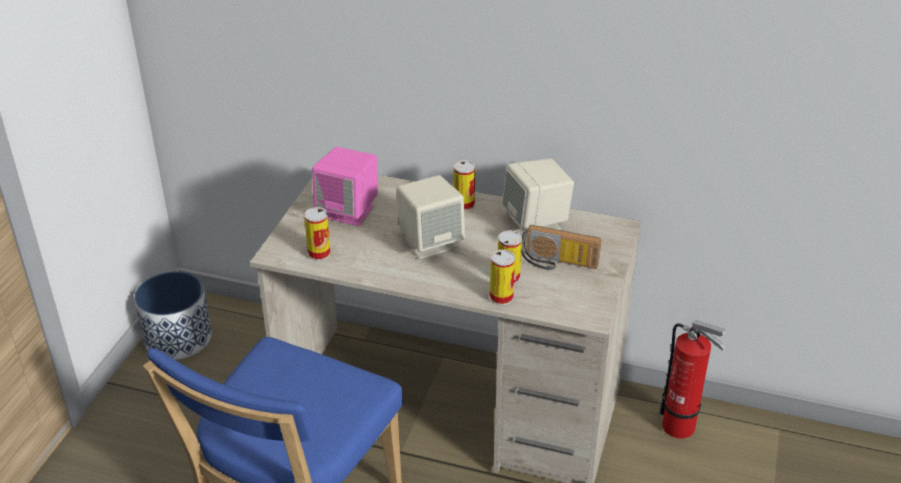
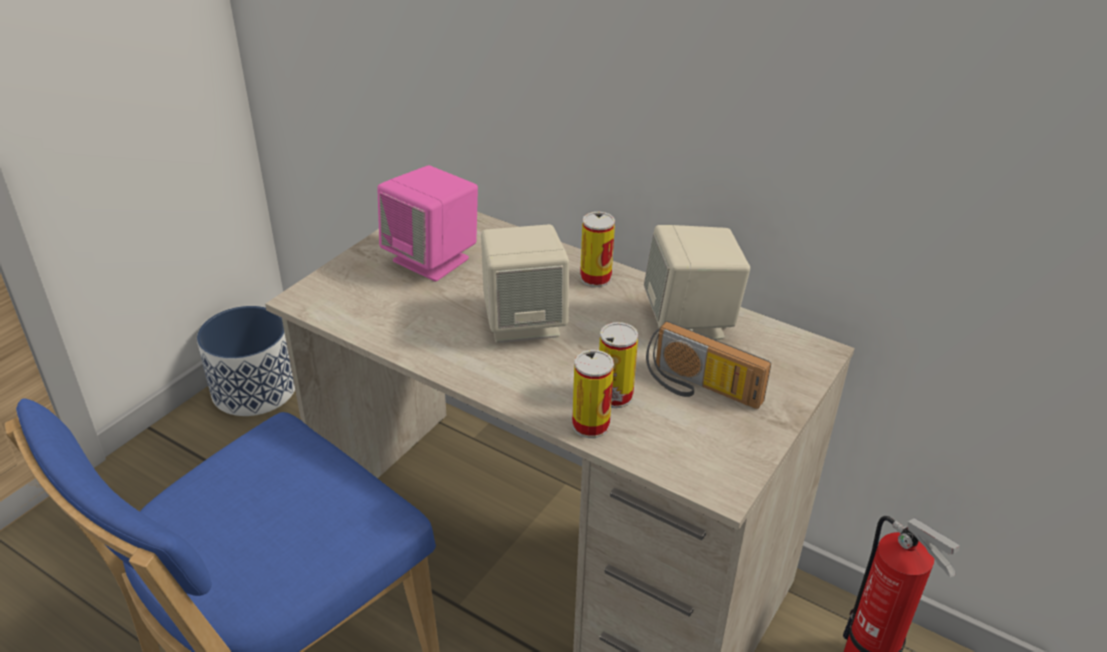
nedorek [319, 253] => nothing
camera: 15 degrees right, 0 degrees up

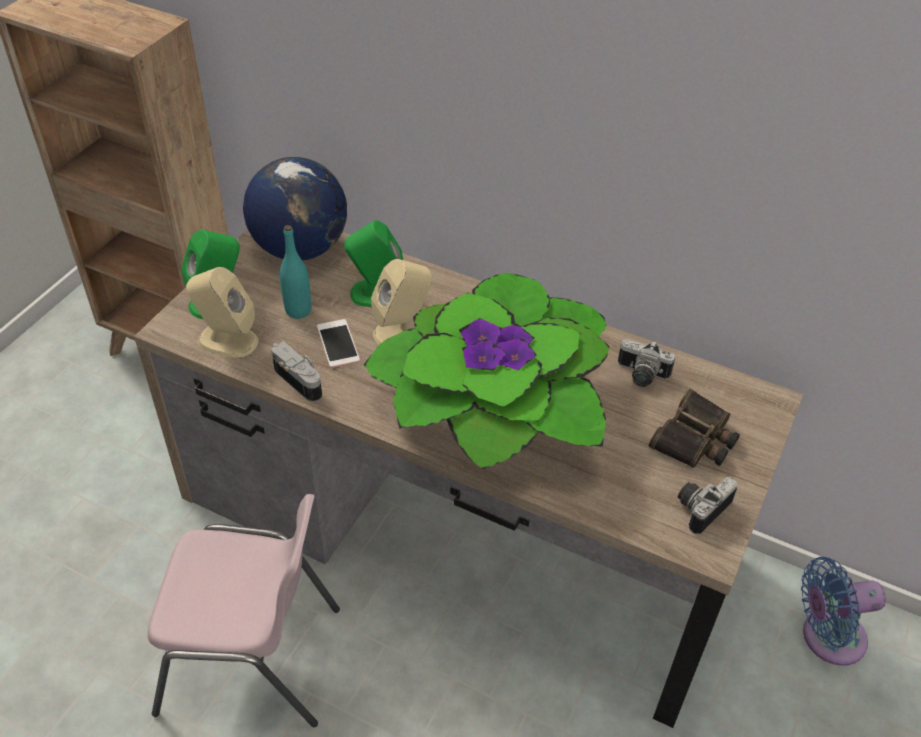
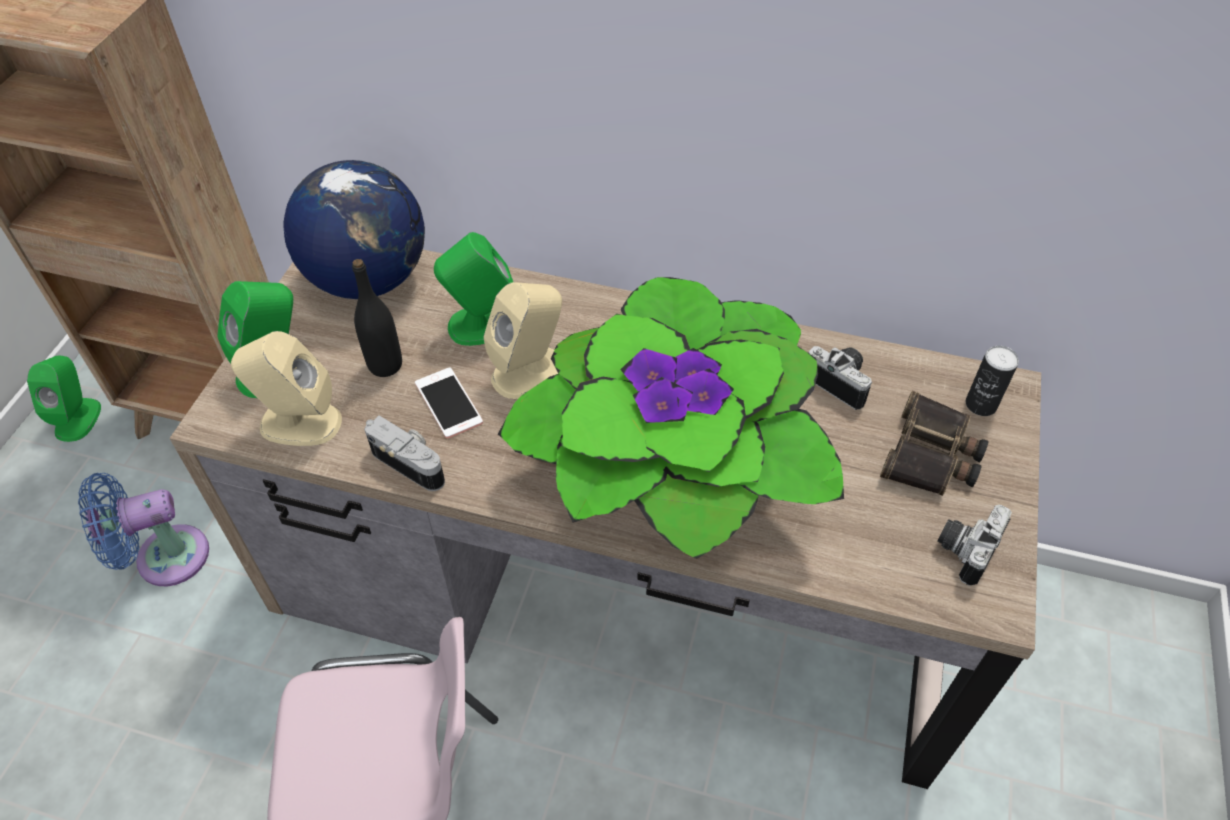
nothing => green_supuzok [78, 418]
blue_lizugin [827, 637] => blue_lizugin [164, 558], shifted
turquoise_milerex [298, 310] => black_milerex [385, 365]
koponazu [640, 376] => koponazu [841, 381], 150 degrees counterclockwise
nothing => nedorek [981, 404]
camera: 10 degrees left, 5 degrees up

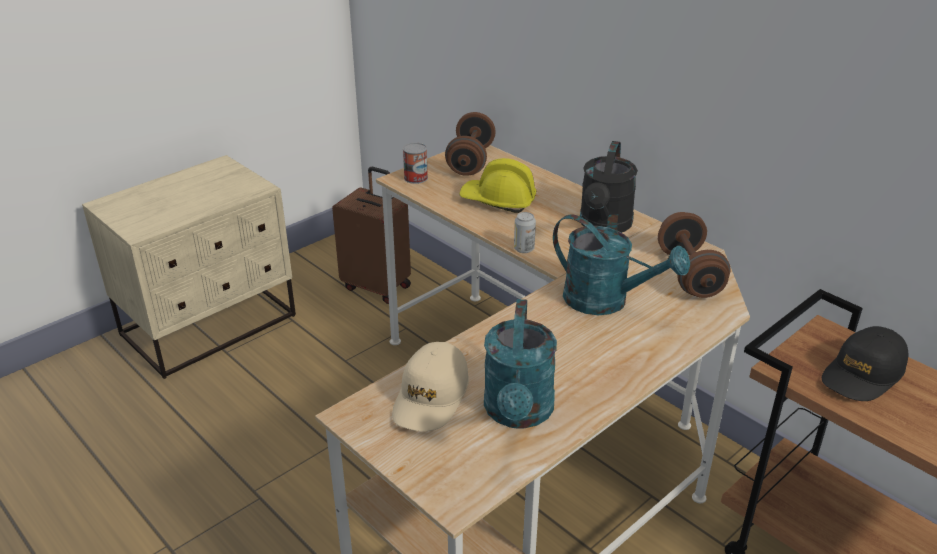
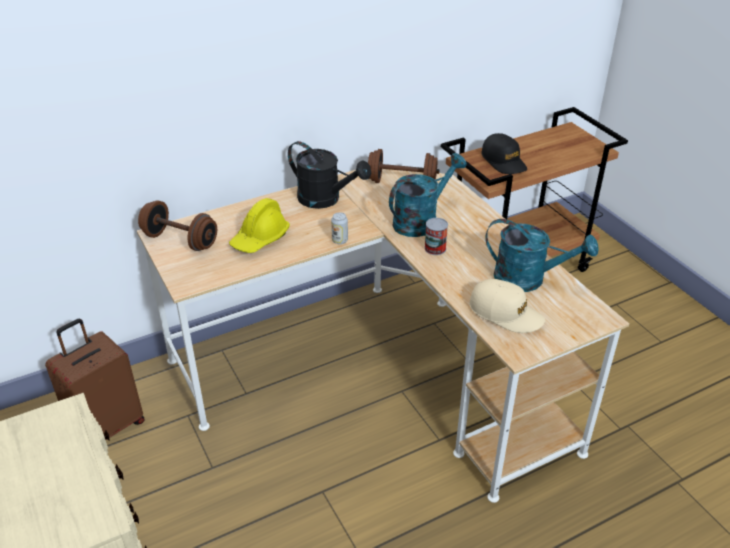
nedorek [415, 178] => nedorek [435, 248], shifted
camera: 75 degrees left, 5 degrees up

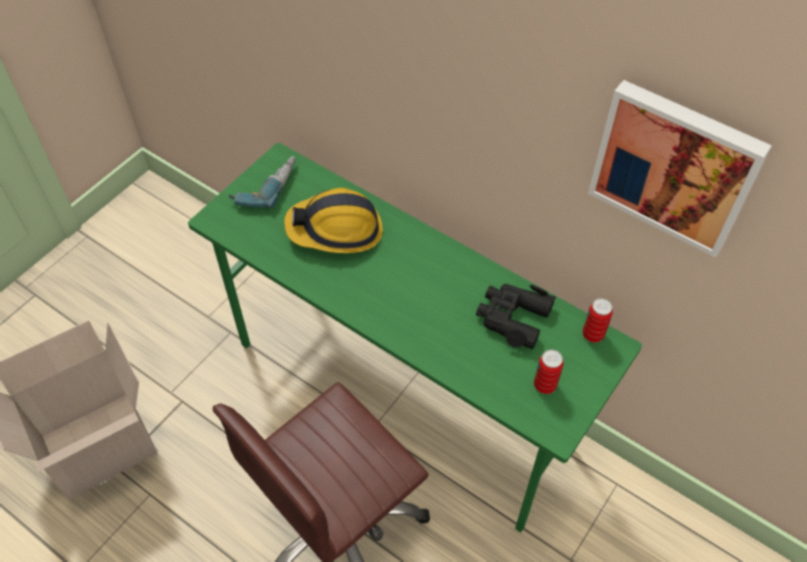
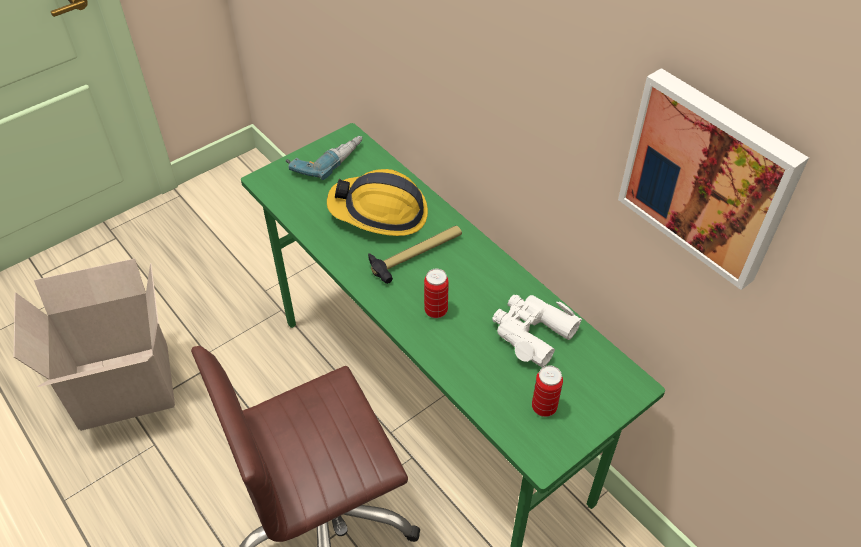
nothing => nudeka [416, 254]
nedorek [593, 334] => nedorek [436, 311], shifted
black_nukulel [512, 318] => white_nukulel [531, 332]
camera: 15 degrees right, 5 degrees down

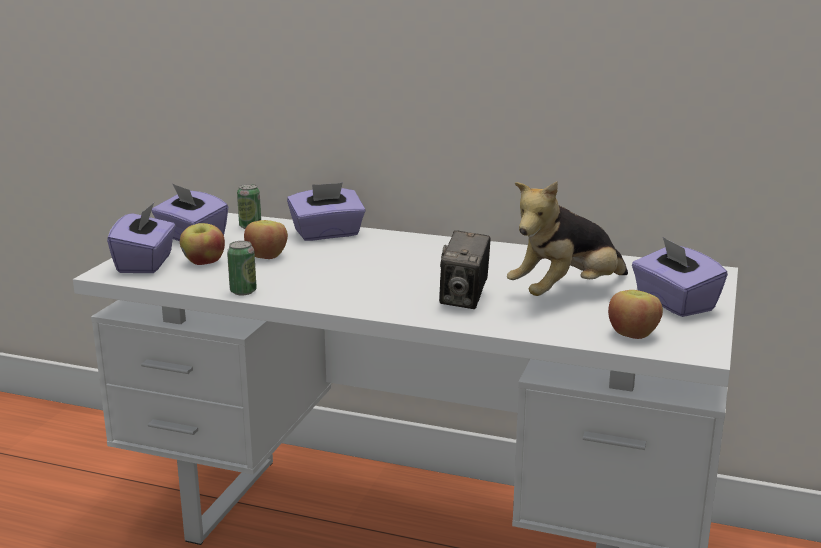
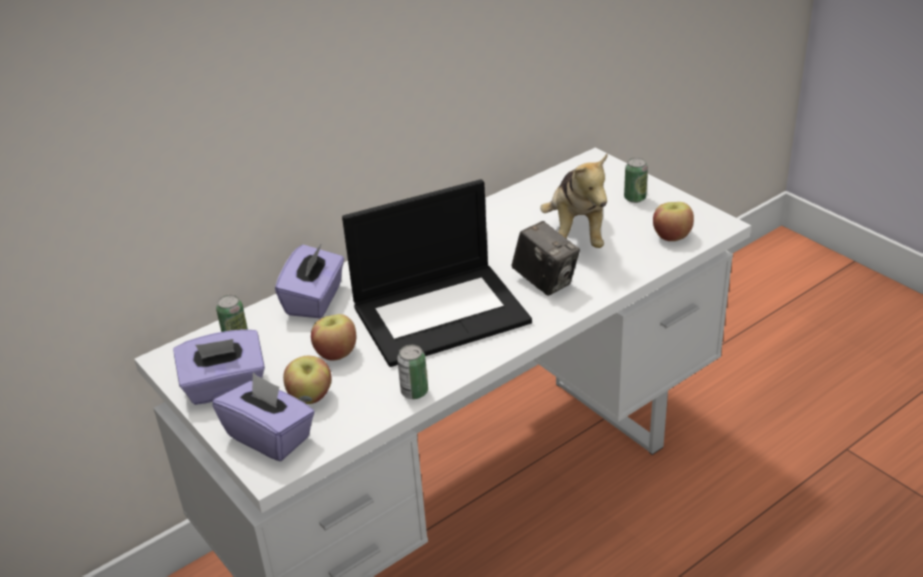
nothing => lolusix [442, 313]
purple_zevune [674, 303] => nedorek [634, 198]
camera: 55 degrees left, 15 degrees up

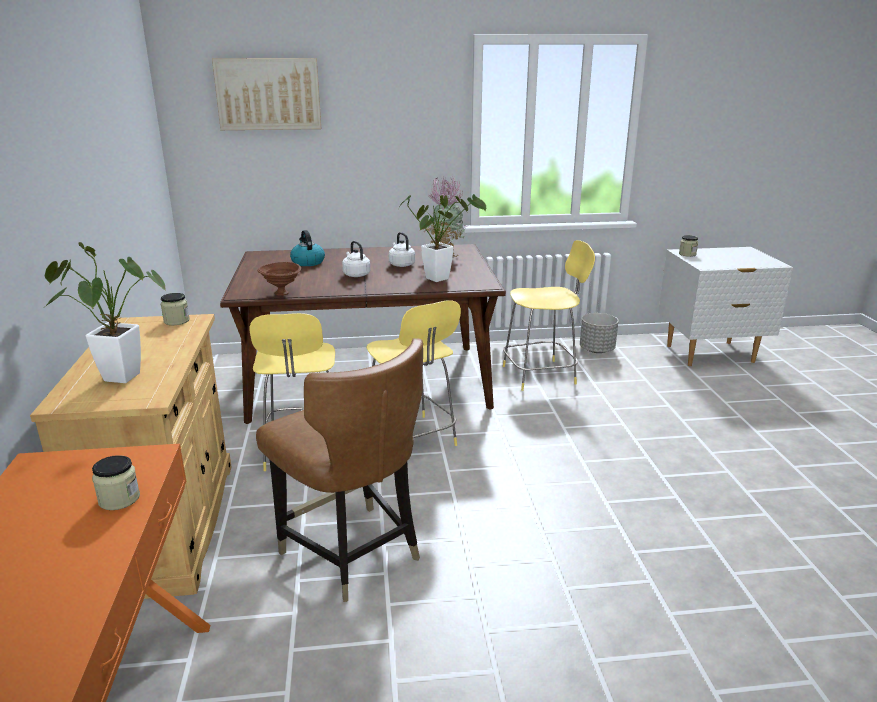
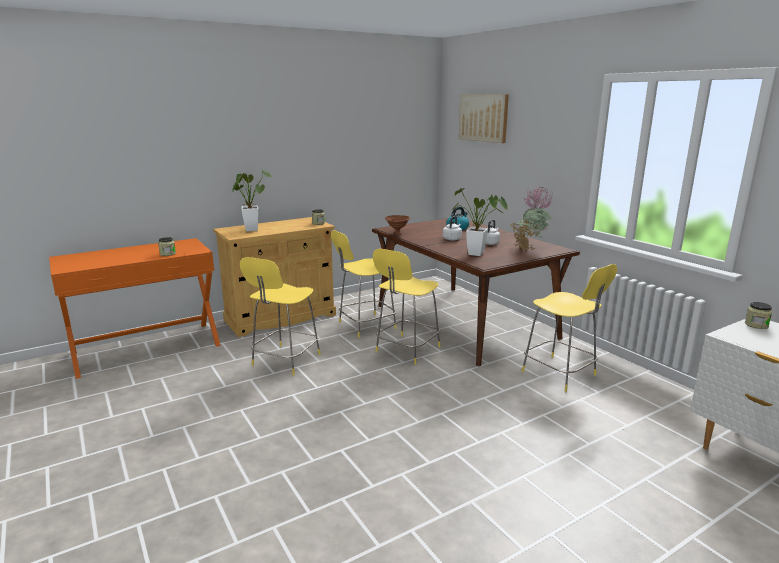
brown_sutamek [352, 553] => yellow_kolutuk [285, 361]
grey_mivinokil [597, 350] => nothing
camera: 65 degrees right, 5 degrees down

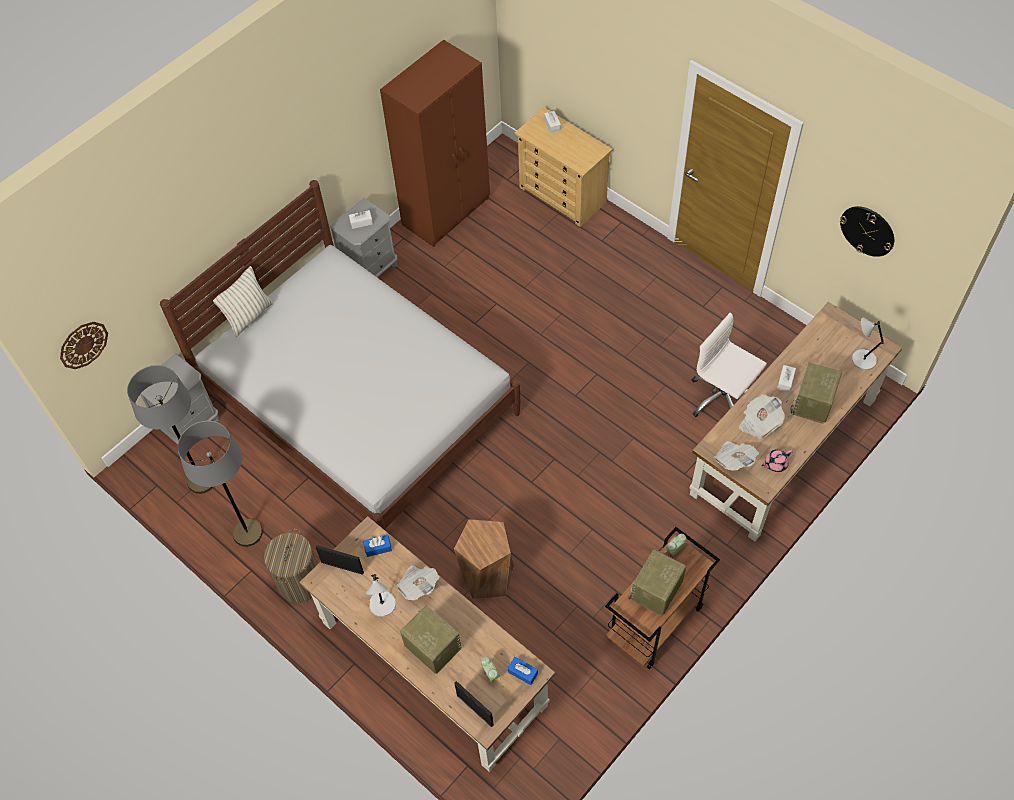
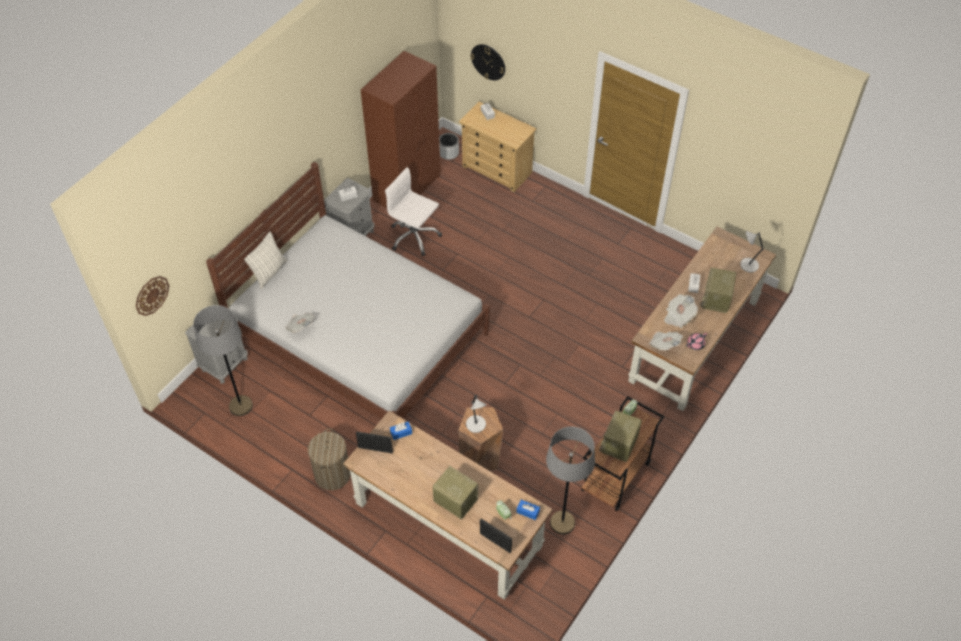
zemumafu [418, 586] => zemumafu [300, 326], shifted
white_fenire [722, 398] => white_fenire [414, 237], shifted
nothing => grey_mivinokil [449, 153]
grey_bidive [383, 605] => grey_bidive [476, 425], shifted
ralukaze [867, 230] => ralukaze [488, 62], shifted
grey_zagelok [247, 533] => grey_zagelok [562, 523], shifted
camera: 10 degrees left, 5 degrees down

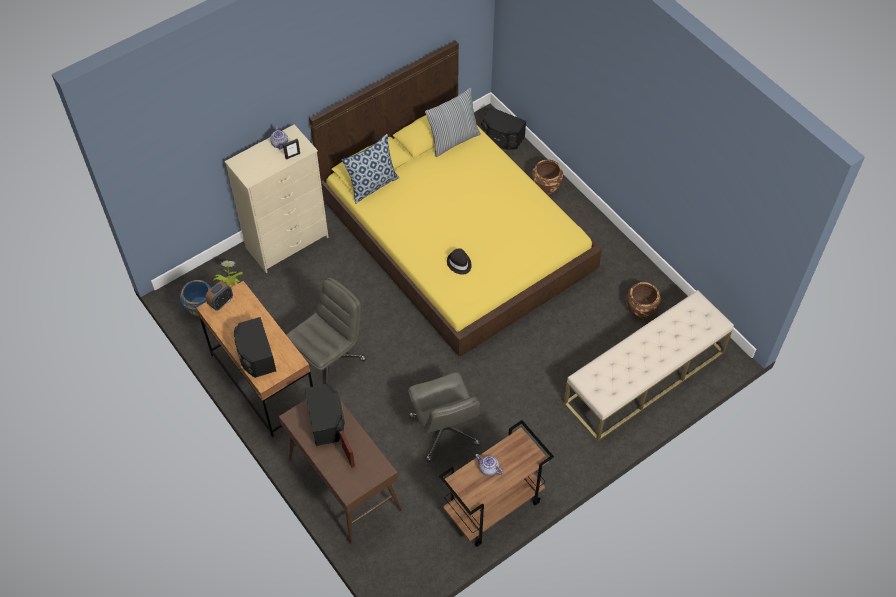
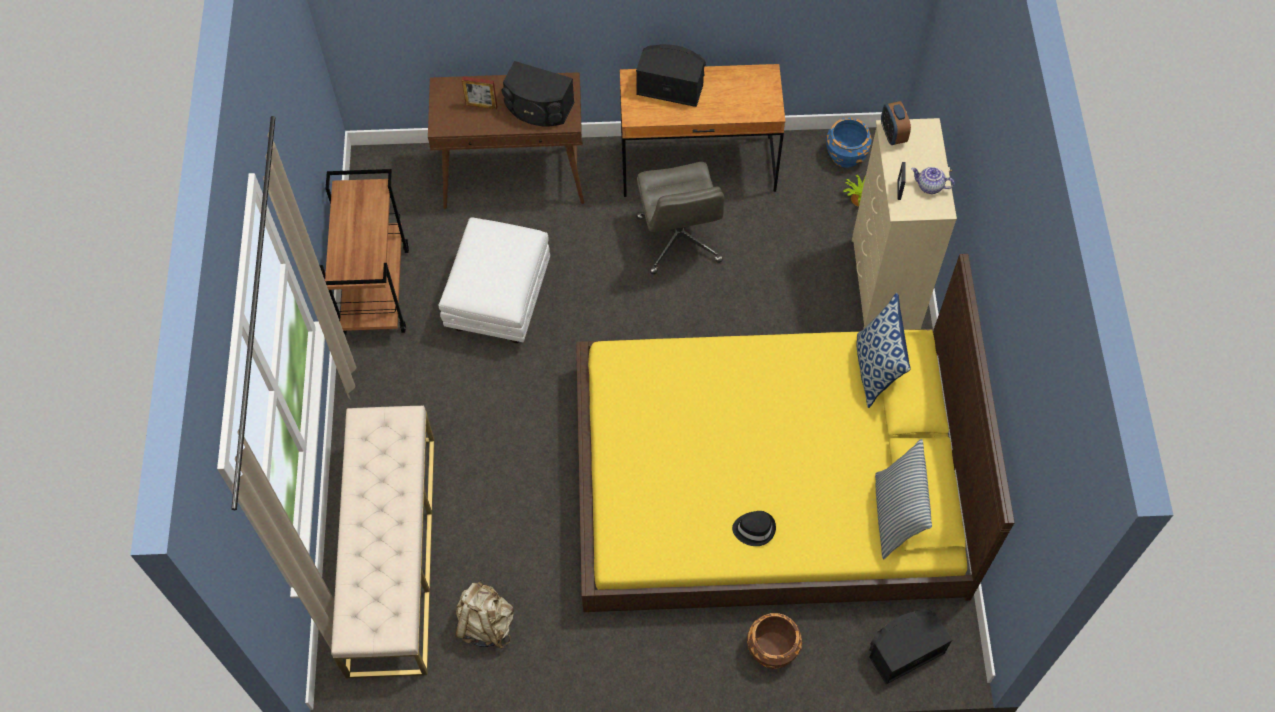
grey_fenire [445, 431] => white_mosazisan [499, 299]
brown_mivinokil [641, 309] => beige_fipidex [485, 624]
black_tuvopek [459, 263] => black_tuvopek [754, 528], shifted
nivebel [221, 303] => nivebel [892, 134], shifted
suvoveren [488, 469] => nothing
camera: 125 degrees right, 5 degrees up

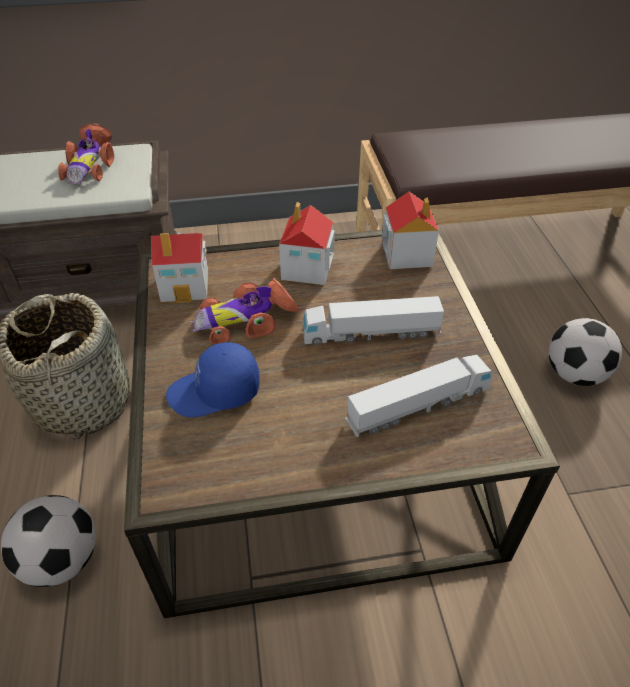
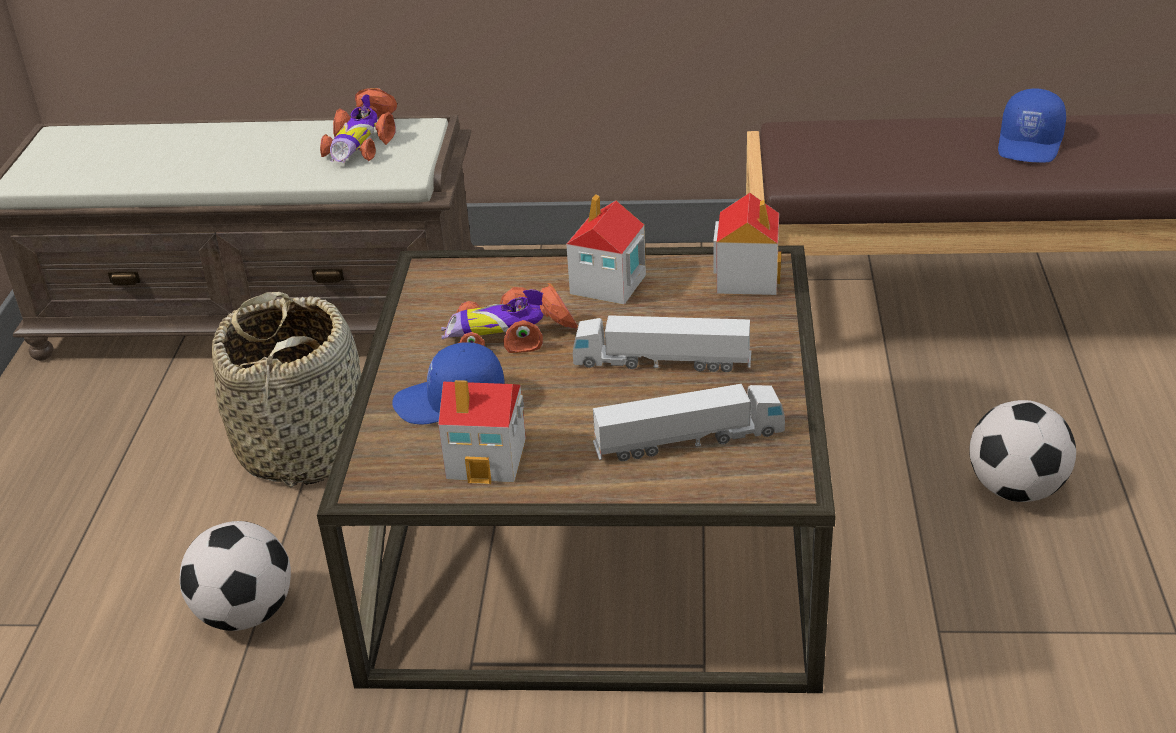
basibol [186, 285] => basibol [488, 458], shifted
nothing => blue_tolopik [1031, 144]
camera: 15 degrees right, 10 degrees down

